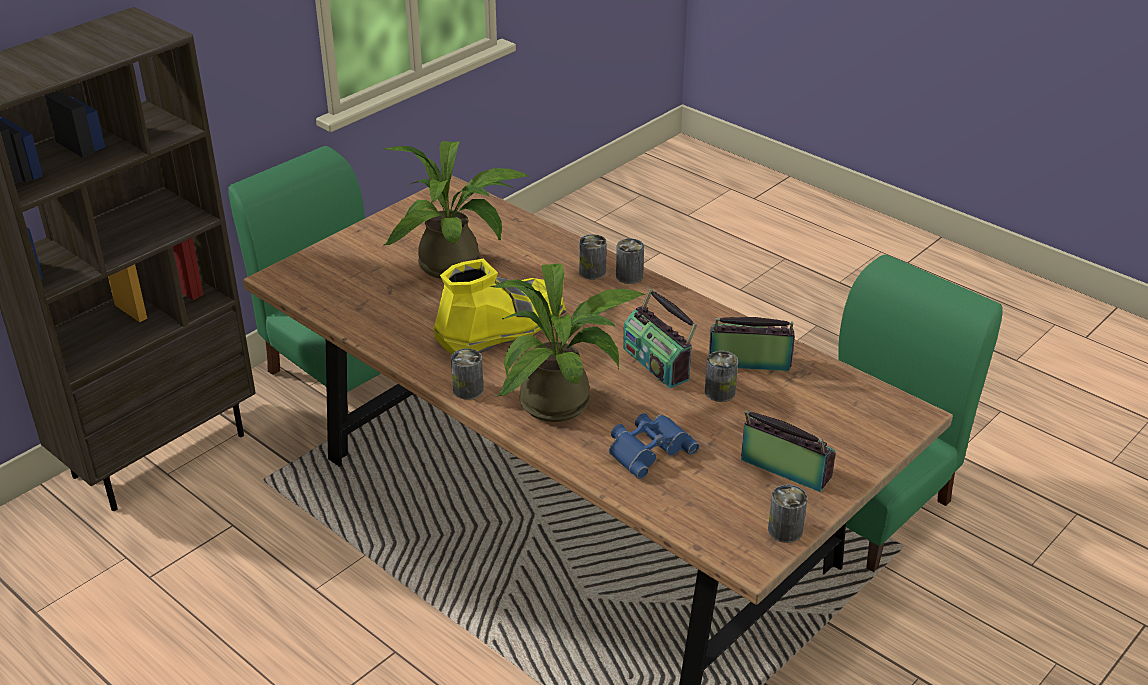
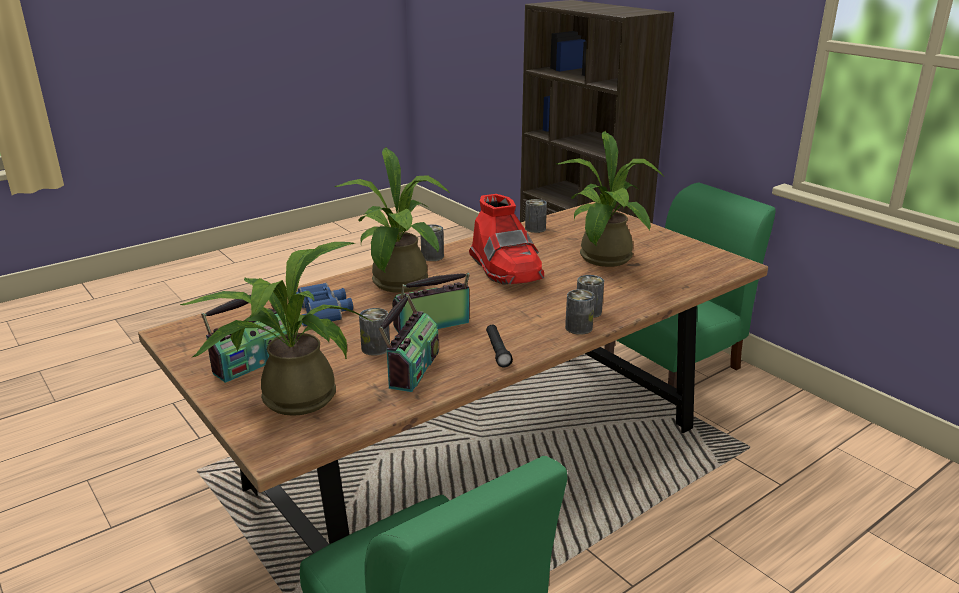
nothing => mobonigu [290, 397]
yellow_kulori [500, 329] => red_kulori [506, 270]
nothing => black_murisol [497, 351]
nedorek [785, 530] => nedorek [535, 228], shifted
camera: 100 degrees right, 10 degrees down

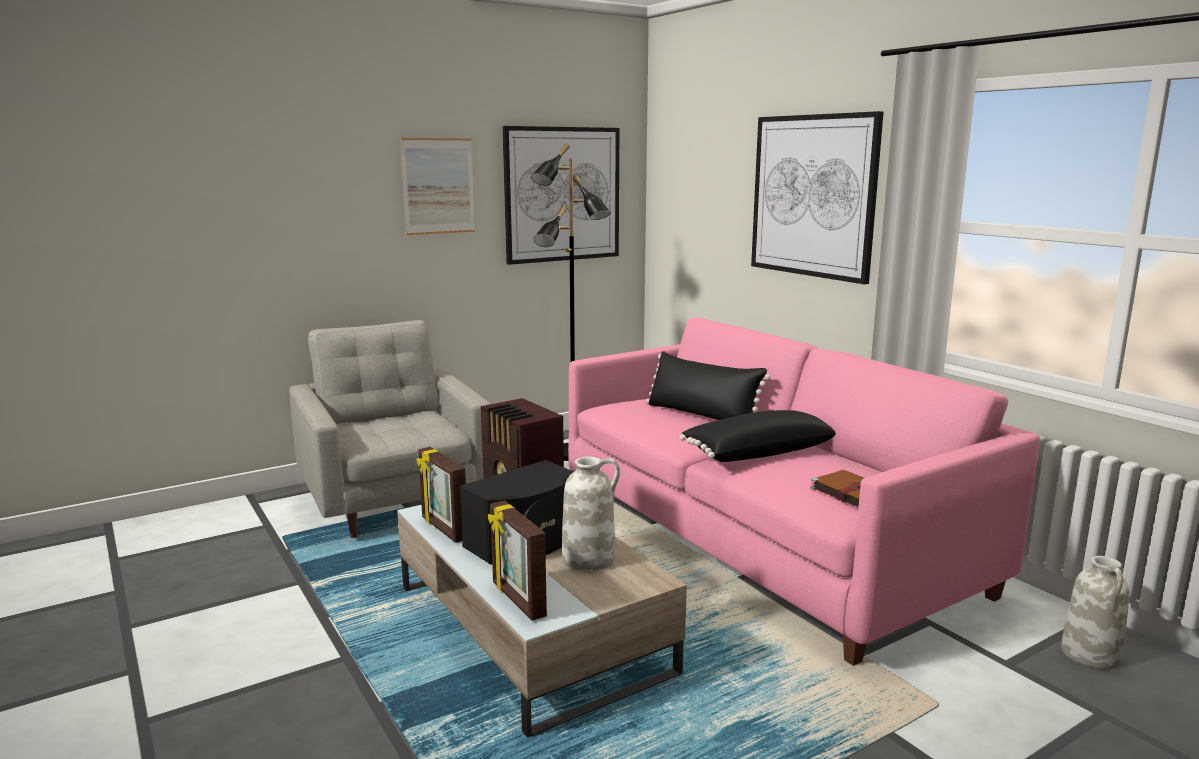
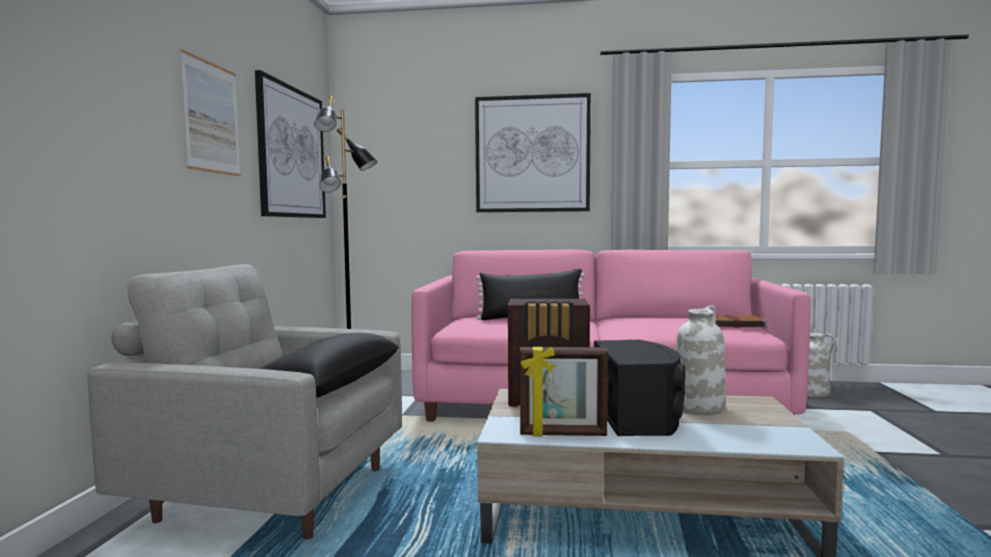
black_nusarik [757, 452] => black_nusarik [330, 385], shifted
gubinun [517, 600] => nothing
camera: 50 degrees left, 10 degrees down

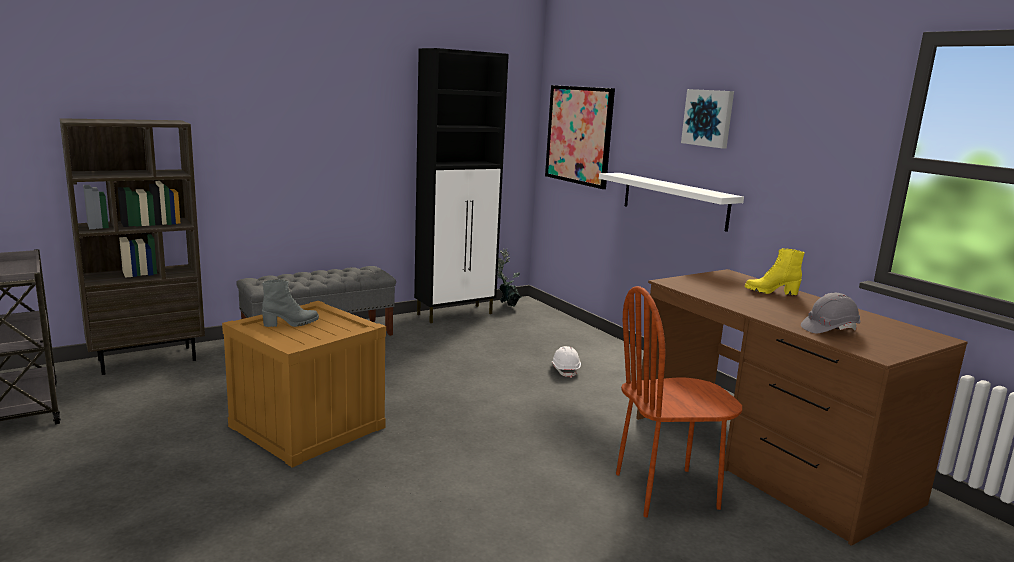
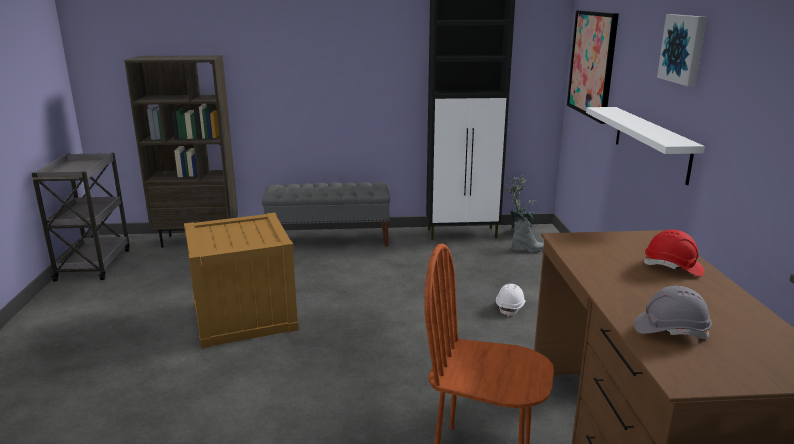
grey_kulori [291, 324] => grey_kulori [529, 250], shifted
yellow_kulori [770, 292] => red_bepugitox [673, 267]
camera: 30 degrees right, 5 degrees up

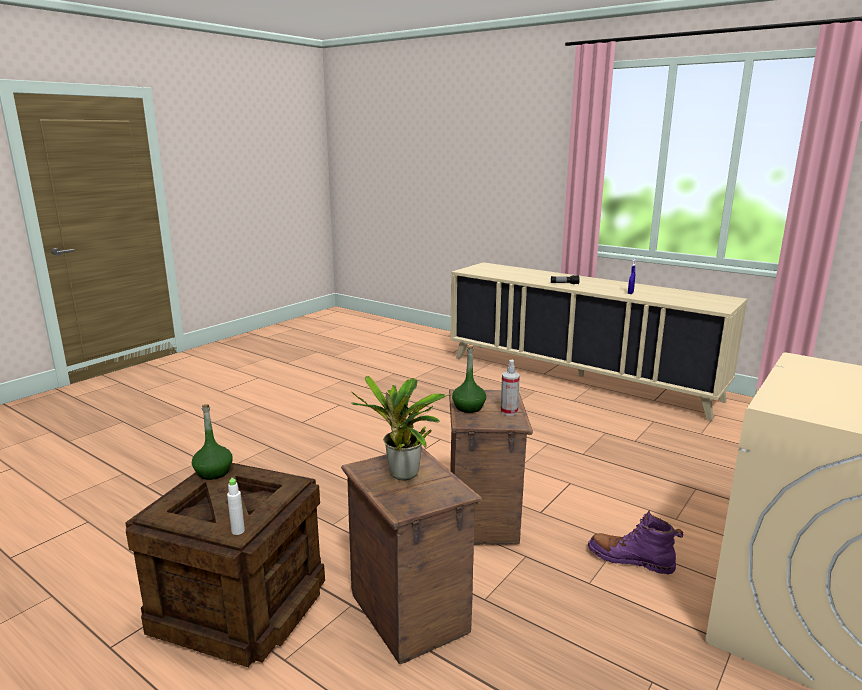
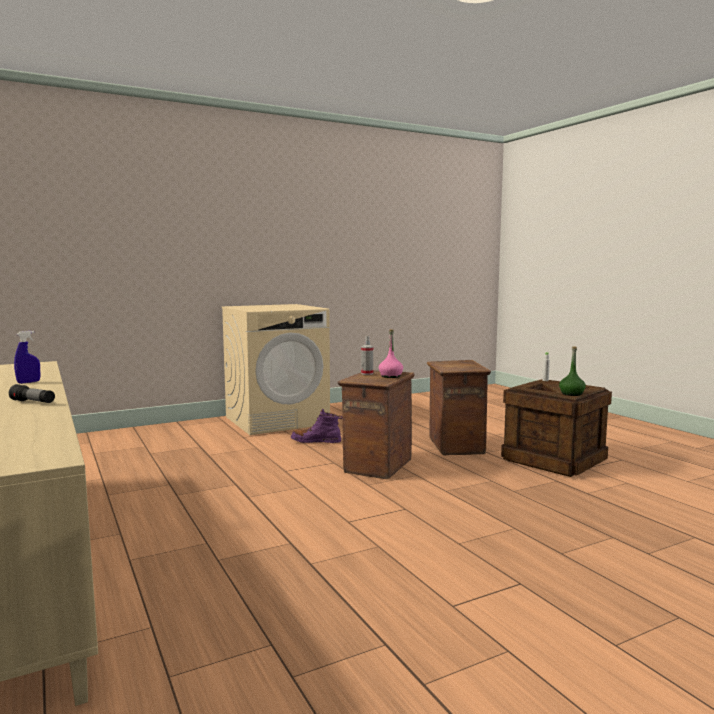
purple_kulori [630, 560] => purple_kulori [316, 441], 135 degrees clockwise
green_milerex [468, 407] => pink_milerex [391, 376]
mobonigu [403, 477] => nothing
camera: 155 degrees left, 10 degrees down

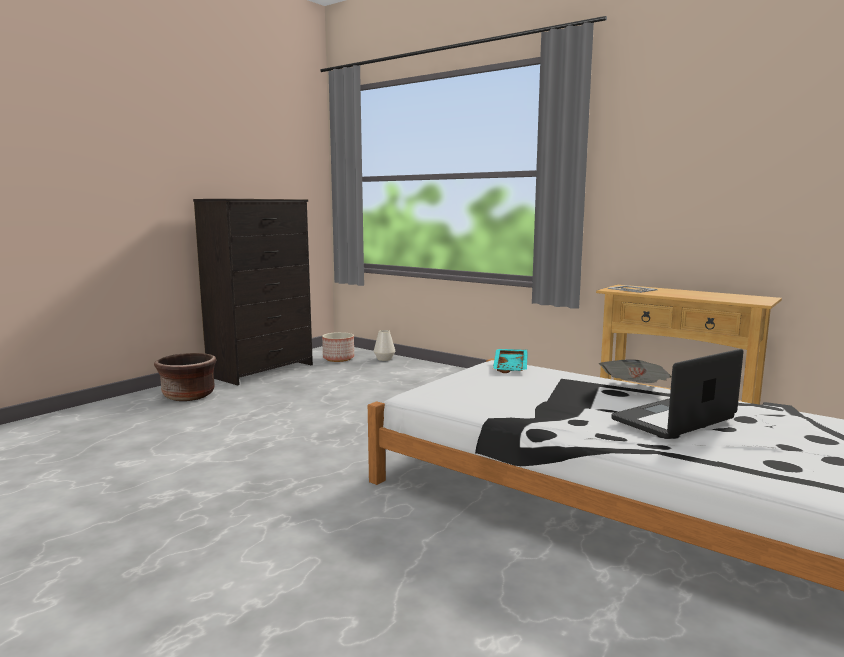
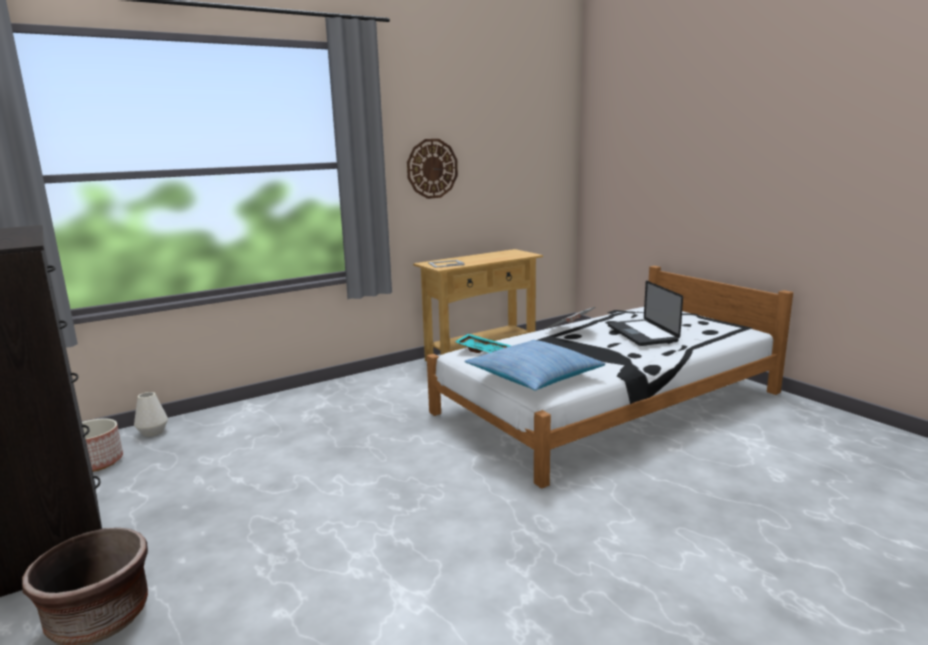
nothing => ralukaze [432, 168]
nothing => nusarik [533, 376]
camera: 70 degrees left, 5 degrees up

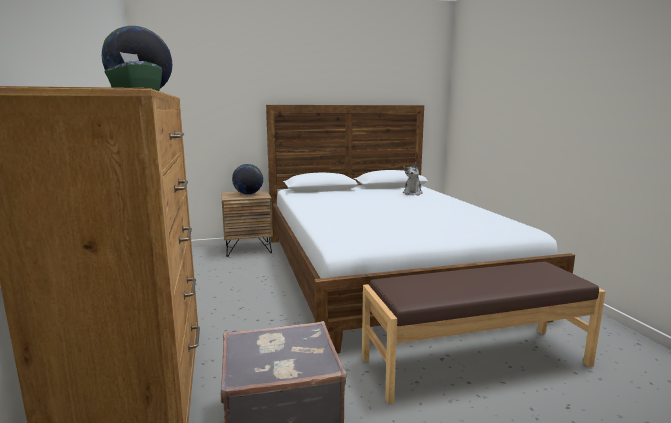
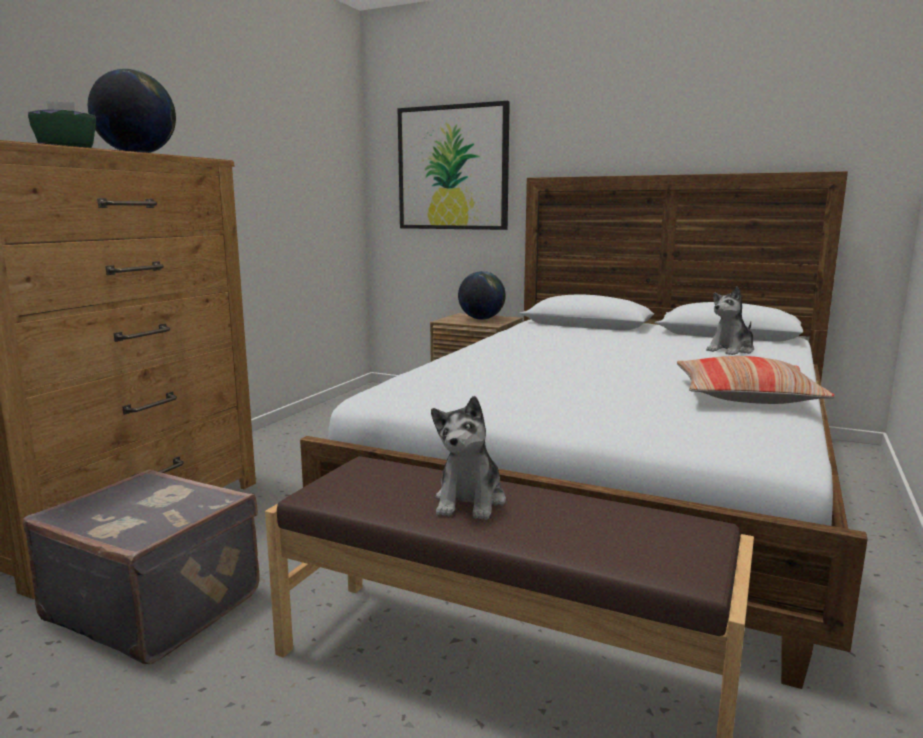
nothing => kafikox [453, 168]
nothing => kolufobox [470, 501]
nothing => nusarik [745, 396]
camera: 40 degrees right, 0 degrees up

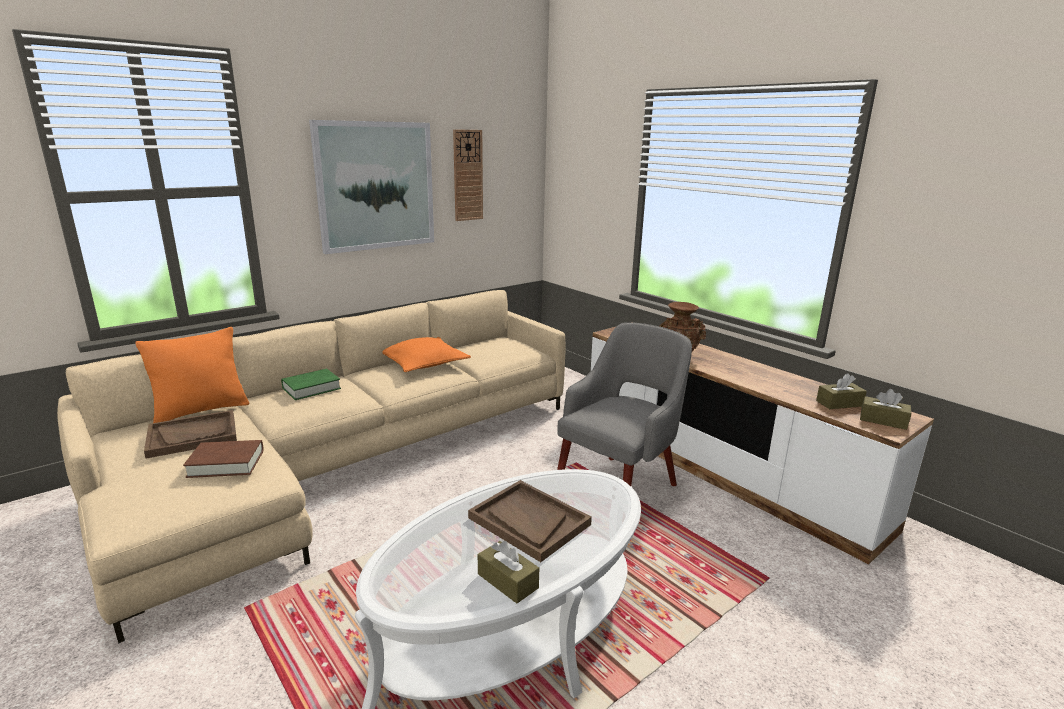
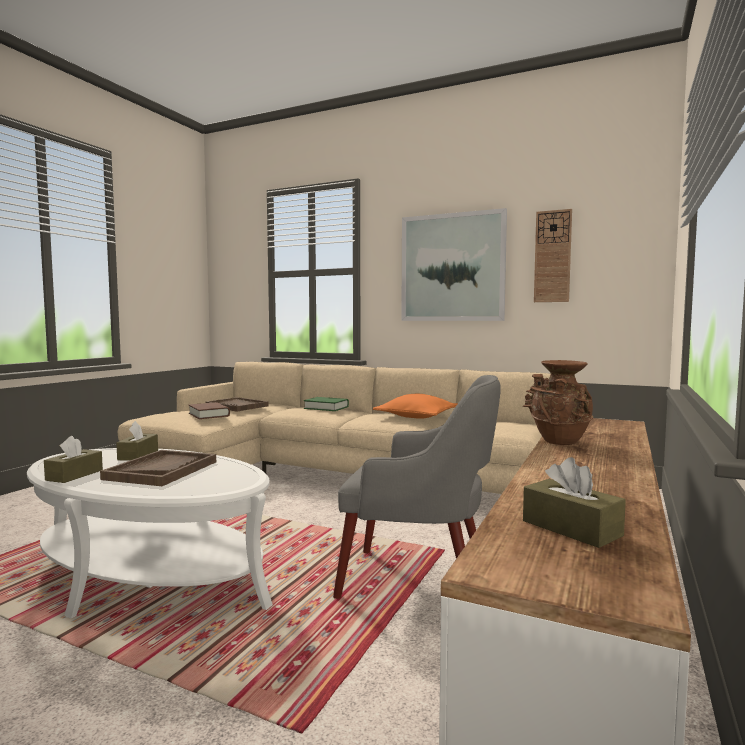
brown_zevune [883, 420] => brown_zevune [138, 455], shifted
orange_nusarik [201, 410] => nothing
camera: 65 degrees right, 15 degrees down

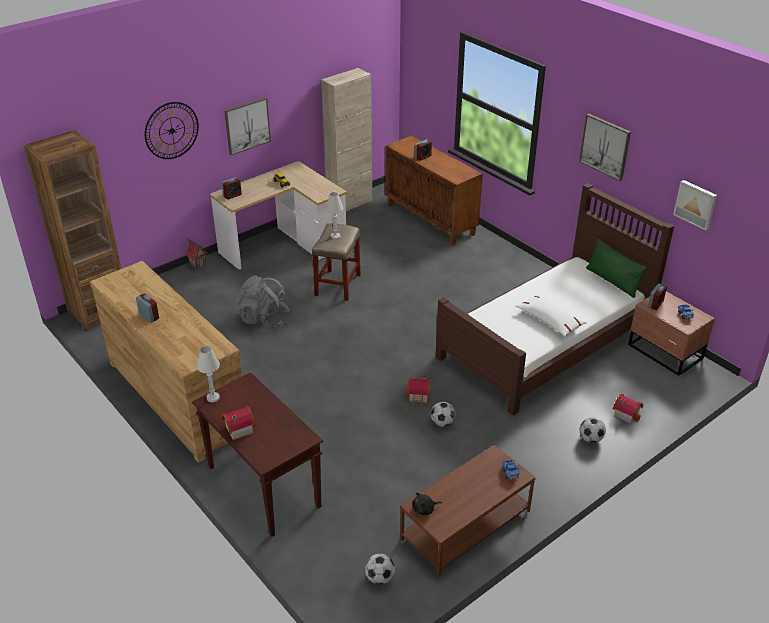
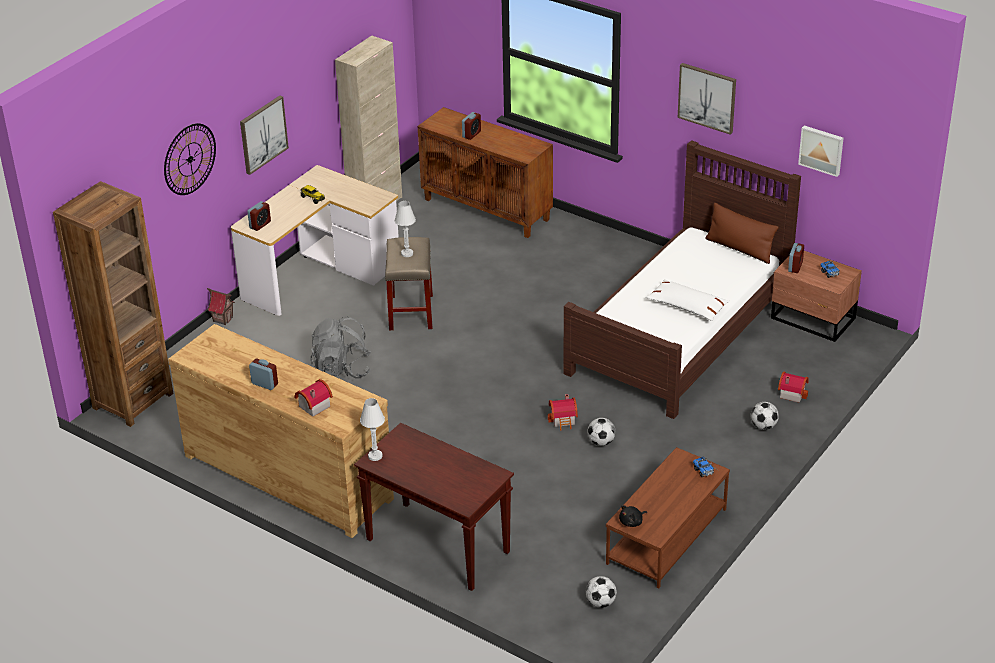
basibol [238, 429] => basibol [312, 406], shifted
green_nusarik [612, 281] => brown_nusarik [739, 249]
camera: 15 degrees left, 0 degrees up

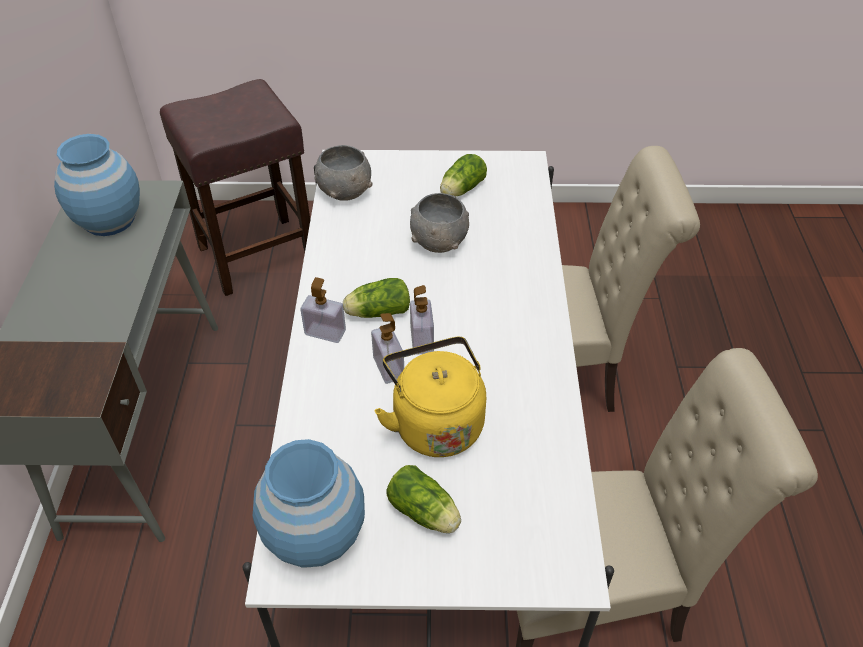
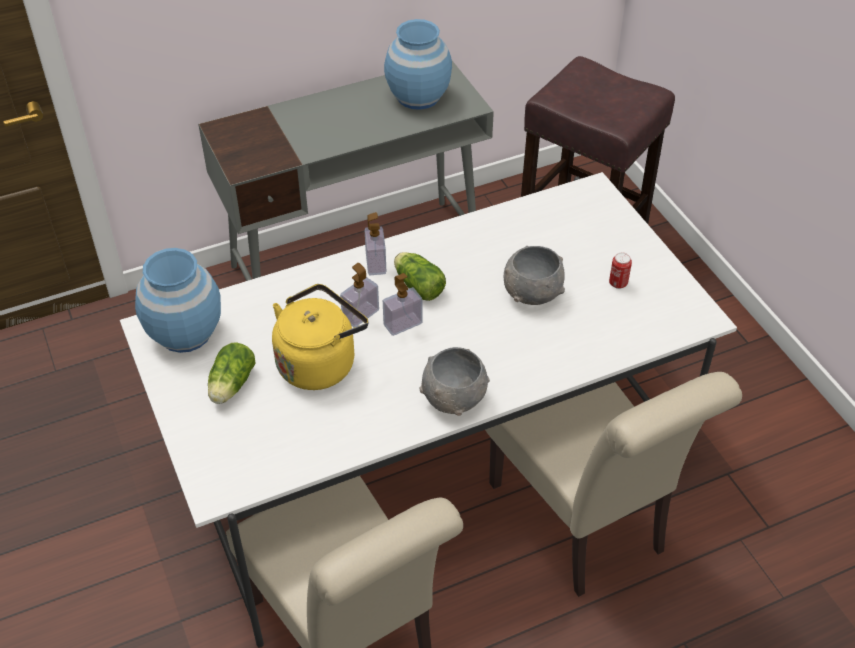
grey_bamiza [344, 192] => grey_bamiza [453, 399], shifted
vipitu [460, 190] => nedorek [618, 283]
camera: 65 degrees right, 0 degrees up

